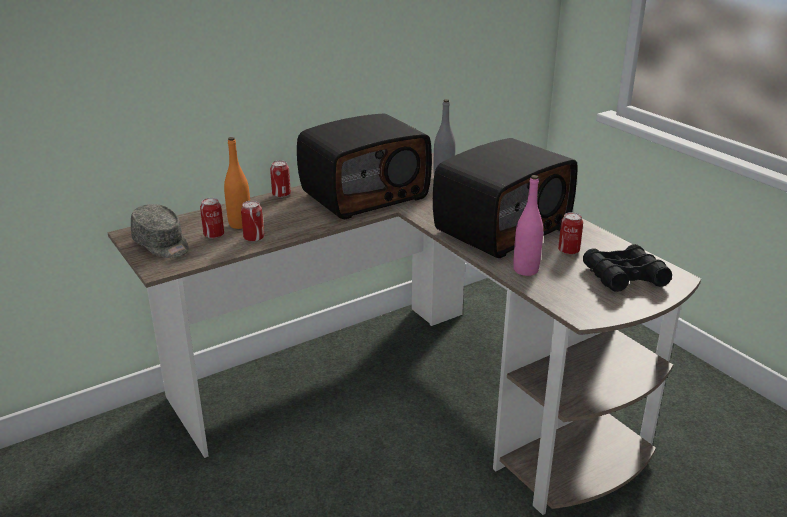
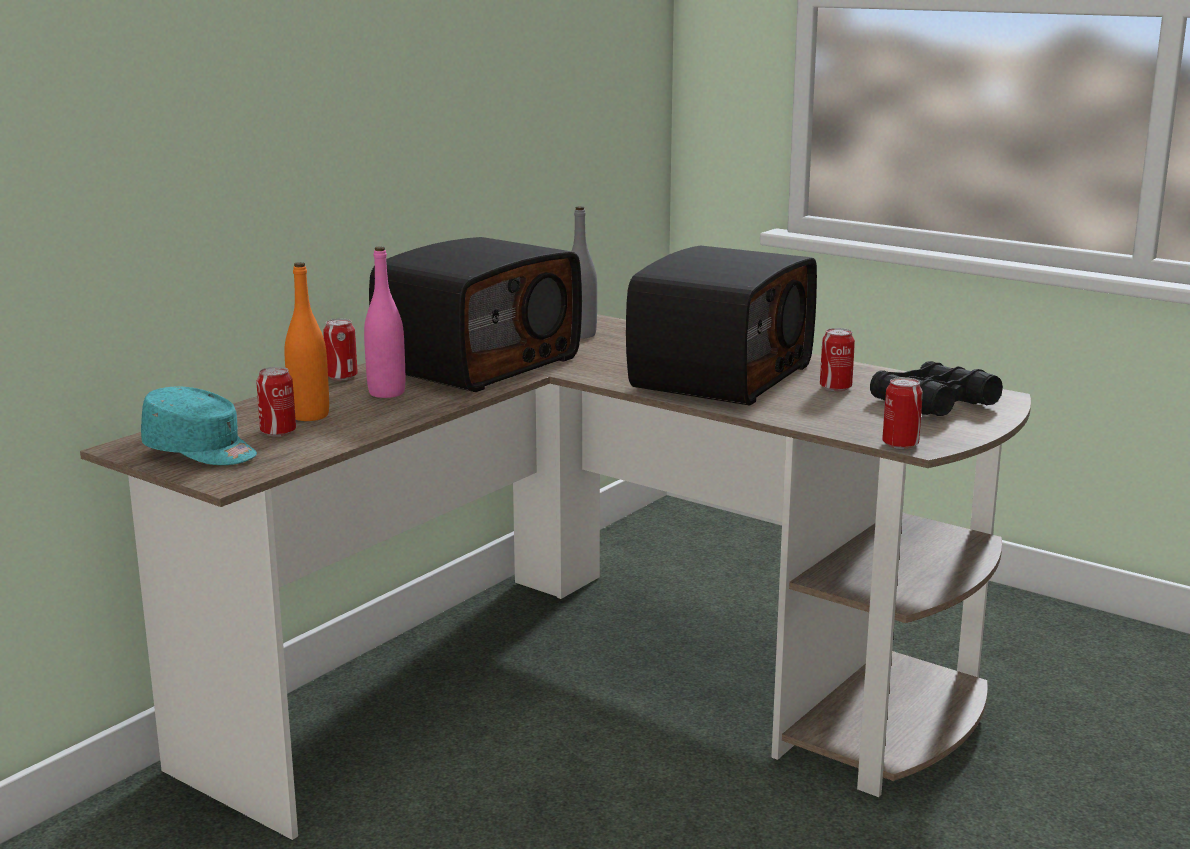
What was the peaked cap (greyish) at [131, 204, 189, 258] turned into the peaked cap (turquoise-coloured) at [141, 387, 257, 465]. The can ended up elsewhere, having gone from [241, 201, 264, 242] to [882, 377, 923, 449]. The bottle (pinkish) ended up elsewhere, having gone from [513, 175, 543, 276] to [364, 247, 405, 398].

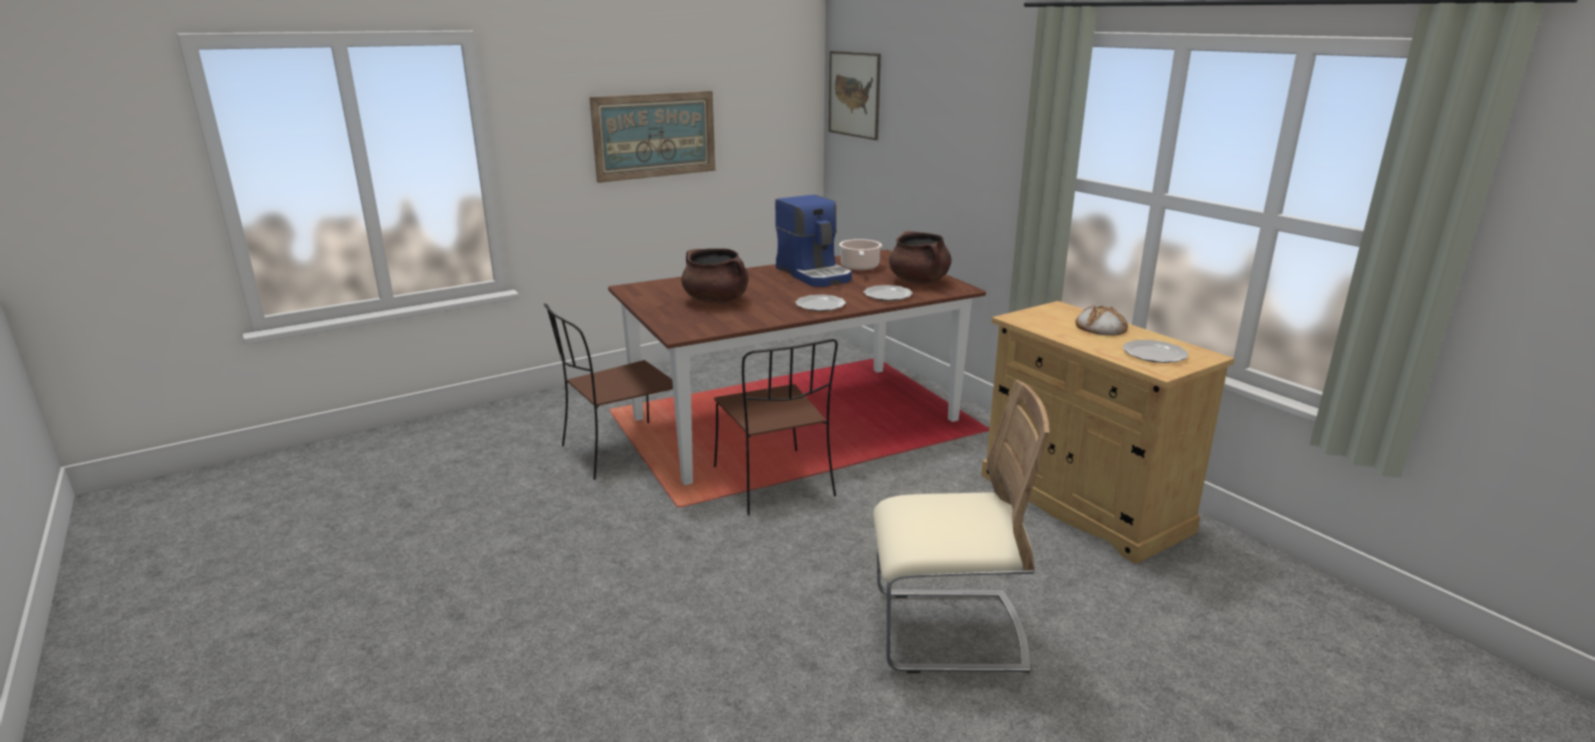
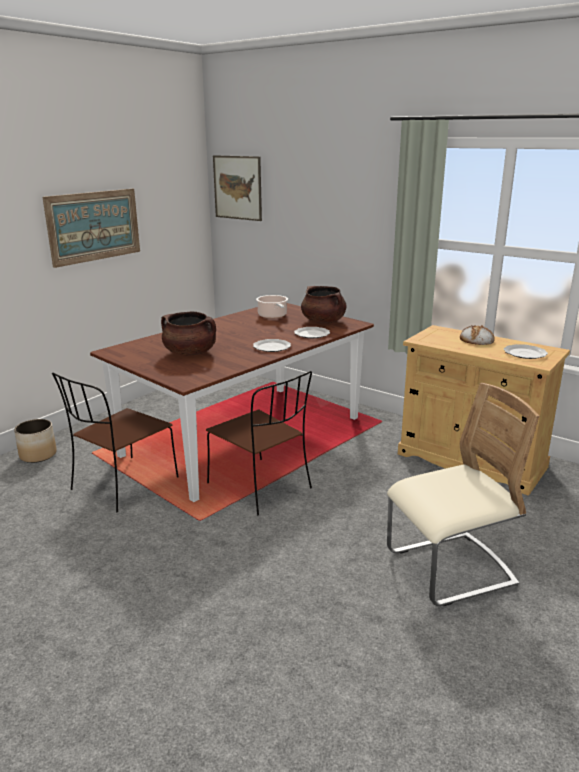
The second view lost the coffee brewer at [775, 195, 852, 287]. The second view gained the flower pot at [14, 419, 57, 463].

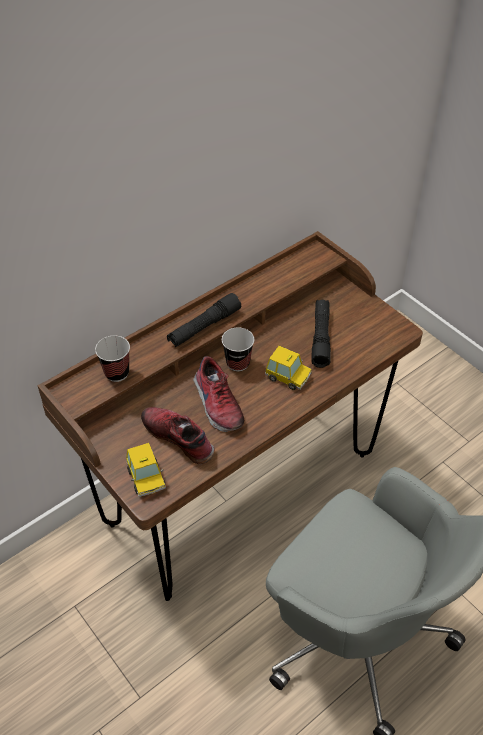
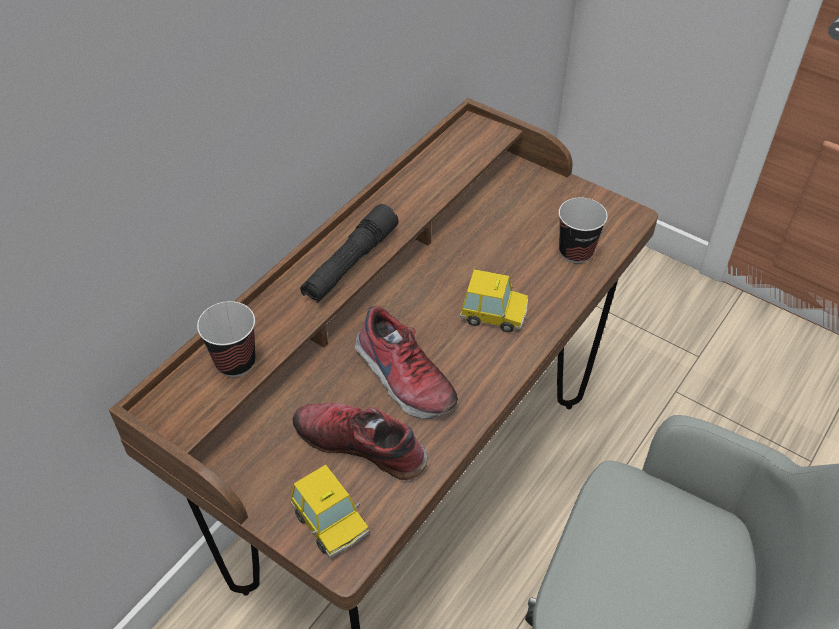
The drinking cup ended up elsewhere, having gone from [222, 327, 254, 372] to [559, 198, 608, 263]. The second view lost the torch (blackish) at [311, 300, 331, 368].

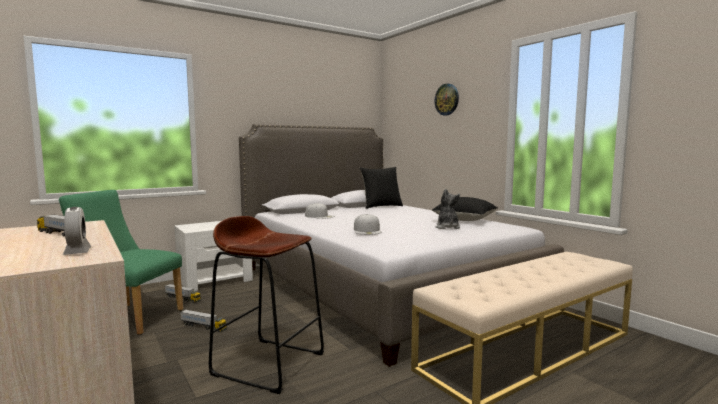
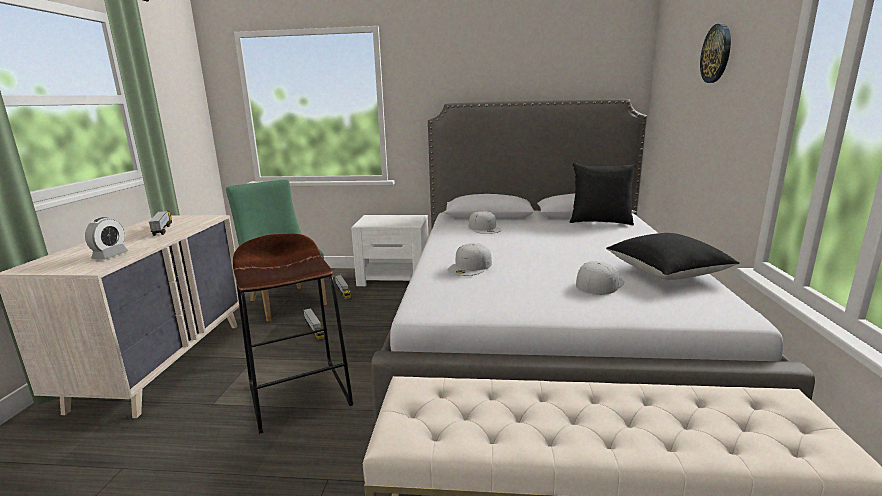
Where the cuddly toy stood at [436, 189, 460, 229], the peaked cap (whitish) came to stand at [576, 261, 624, 295].

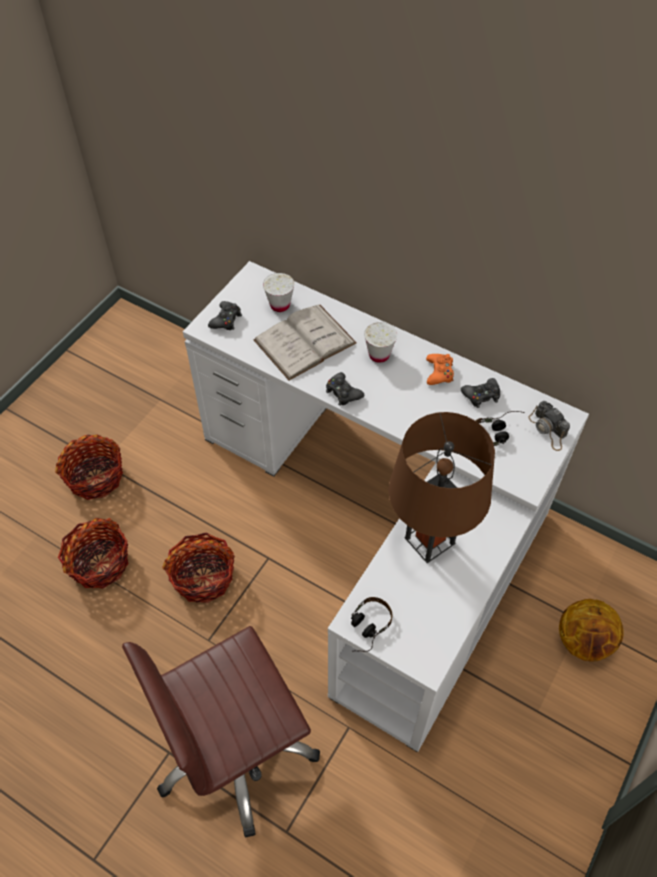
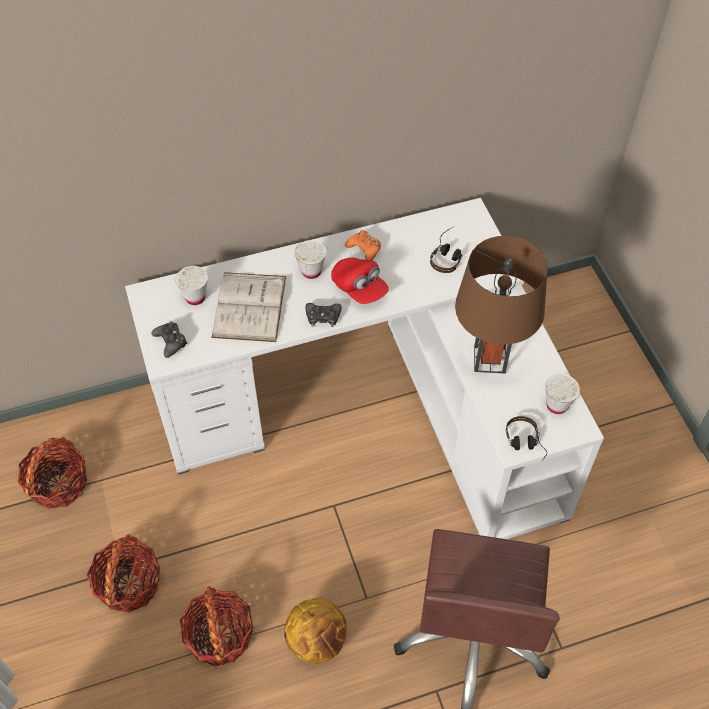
The storage basket ended up elsewhere, having gone from [162, 532, 235, 603] to [17, 437, 87, 509]. The second view lost the joypad (blackish) at [461, 378, 500, 408]. The second view lost the still camera at [528, 401, 570, 451]. The ball for basketball ended up elsewhere, having gone from [559, 599, 624, 662] to [284, 598, 347, 664]. The second view gained the peaked cap (red) at [331, 258, 389, 304]. The second view gained the drinking cup (whitish) at [545, 374, 580, 414].

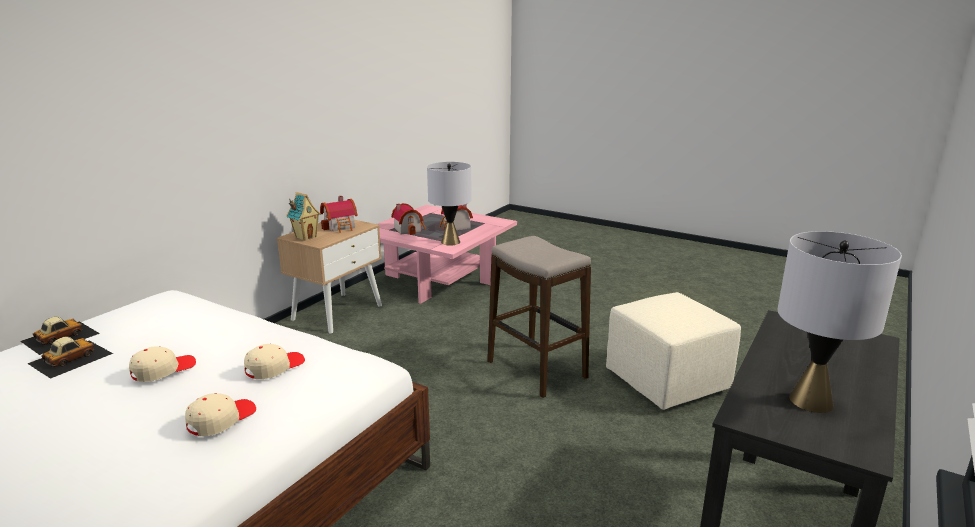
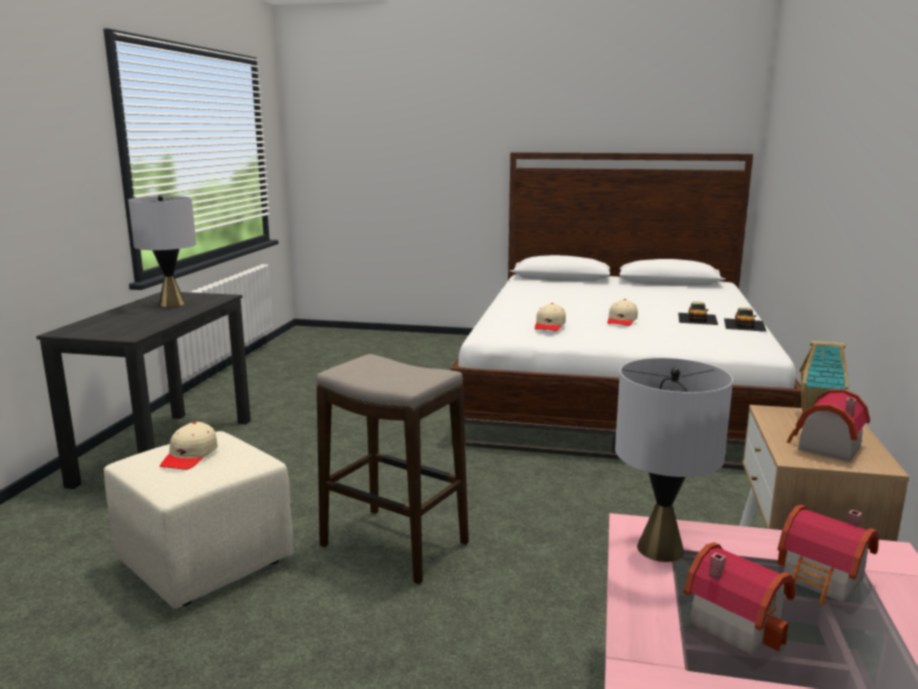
The peaked cap (beige-coloured) ended up elsewhere, having gone from [185, 393, 256, 436] to [160, 422, 218, 470].

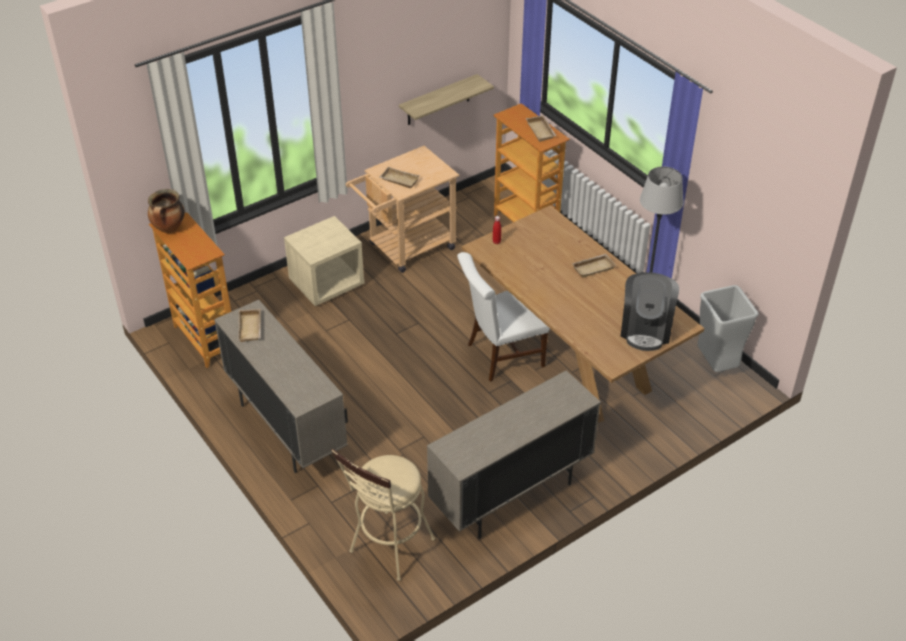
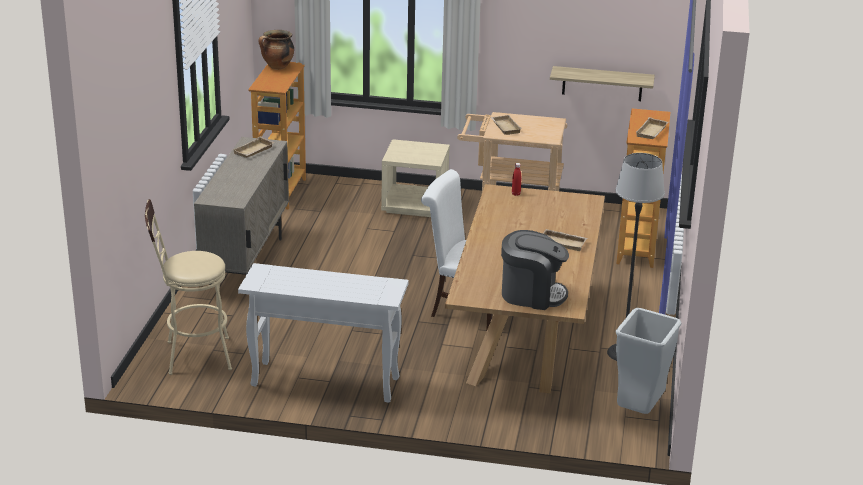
Where the storage cabinet (beige-coloured) stood at [427, 370, 601, 539], the narrow table (whitish) came to stand at [238, 263, 409, 403]. The coffee brewer at [620, 272, 679, 351] ended up facing another way, 135 degrees counterclockwise from before.

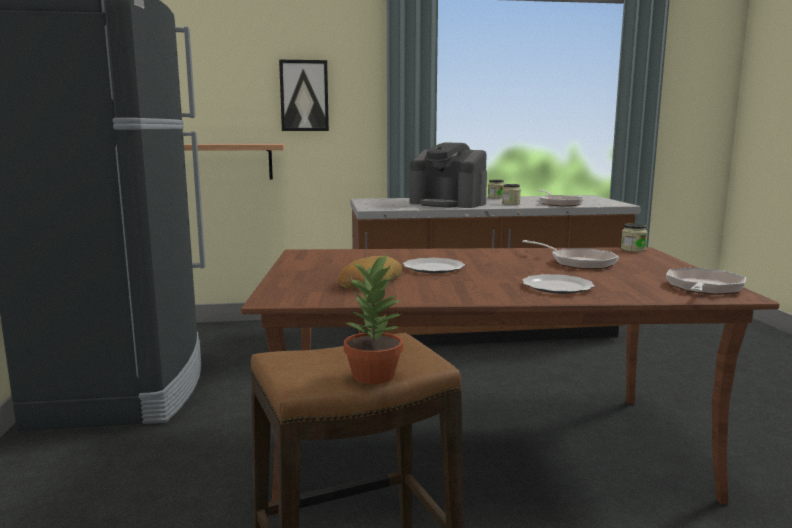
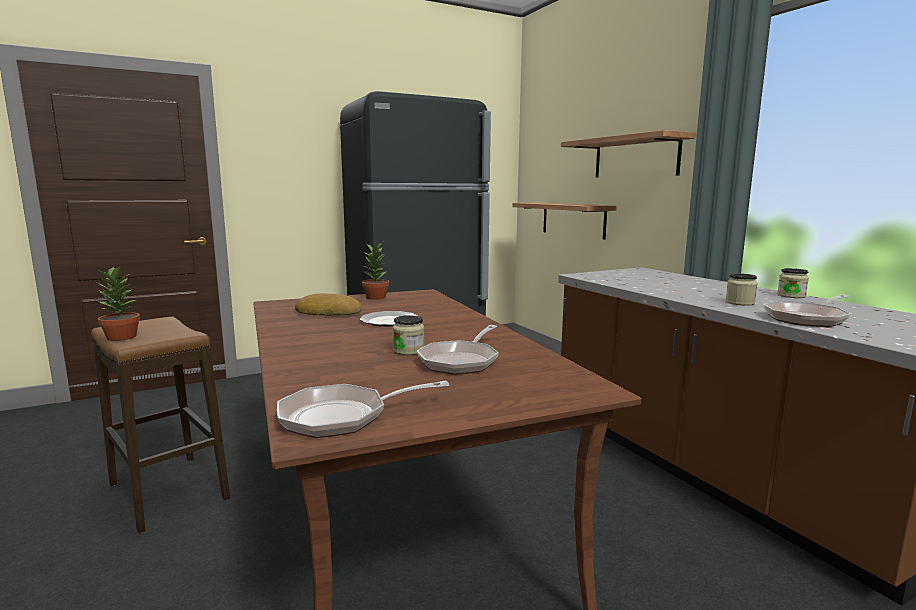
Where the wall art hung at [279, 60, 329, 131], the bracket shelf came to hang at [561, 130, 696, 177]. The second view lost the coffee brewer at [409, 142, 487, 208]. The second view lost the flat dish at [522, 274, 594, 294]. The storage jar ended up elsewhere, having gone from [621, 223, 648, 252] to [393, 315, 424, 355]. The skillet at [666, 268, 746, 295] ended up facing another way, 150 degrees clockwise from before. The second view gained the potted plant at [362, 242, 389, 300].

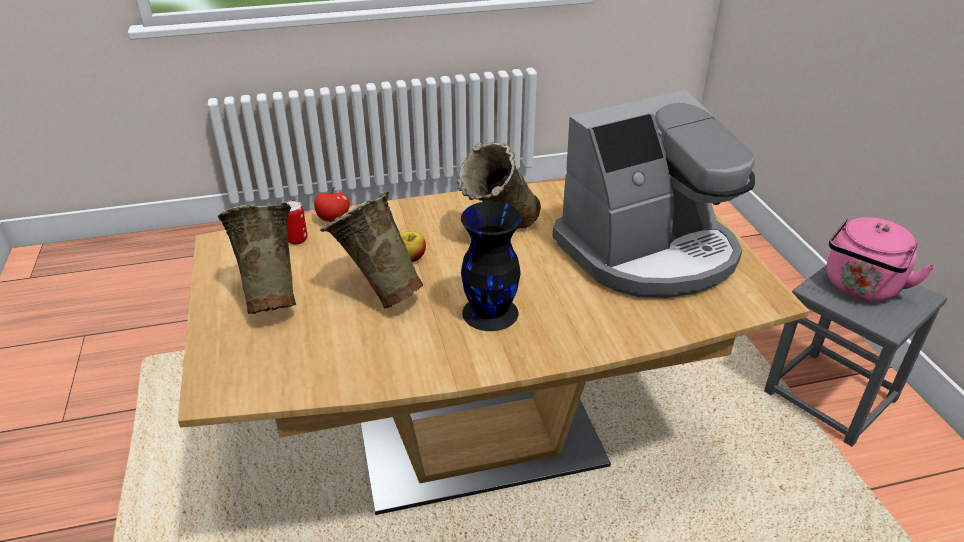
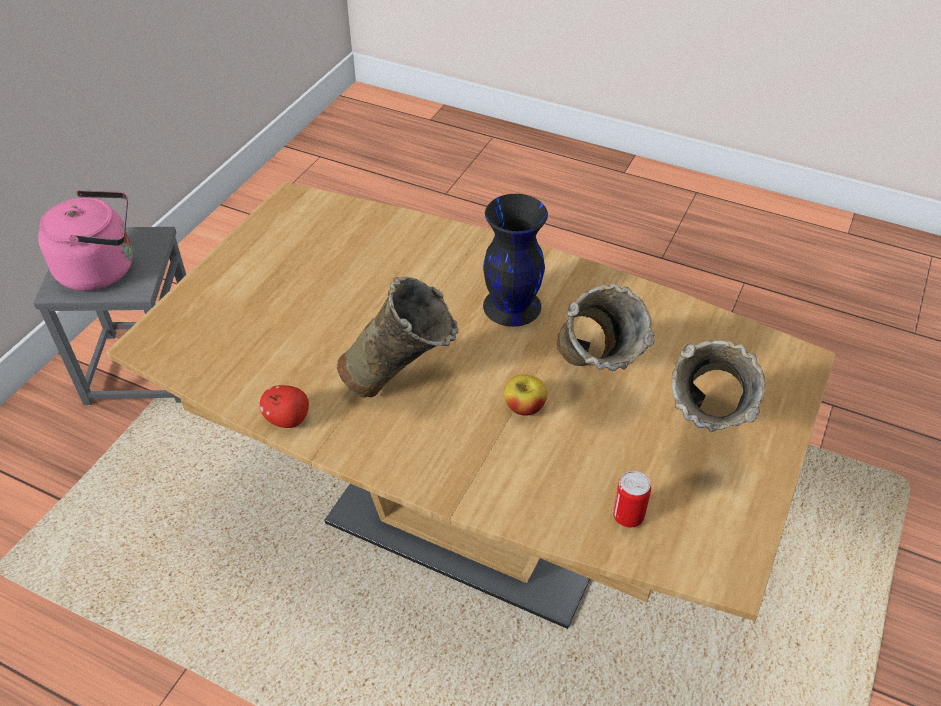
The whole apple ended up elsewhere, having gone from [314, 187, 350, 222] to [260, 385, 309, 428]. The second view lost the coffee brewer at [552, 90, 755, 298].

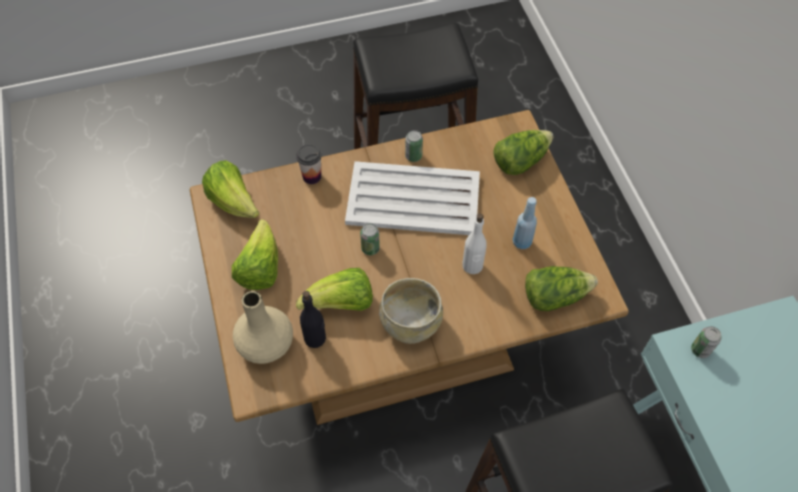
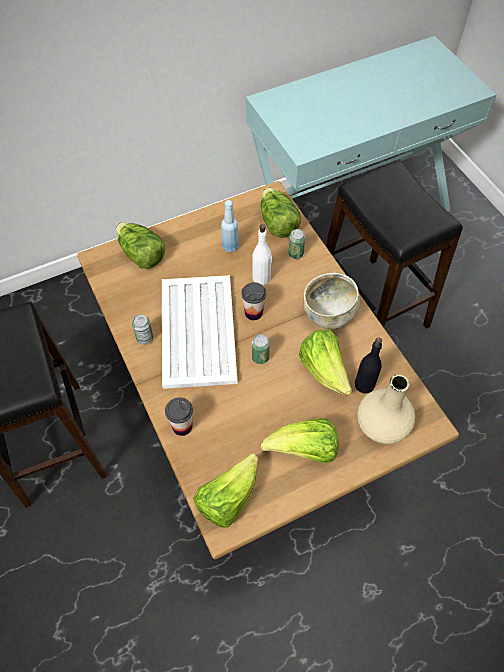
The can ended up elsewhere, having gone from [691, 326, 722, 358] to [288, 229, 306, 259]. The second view gained the drinking cup at [241, 282, 266, 320].

